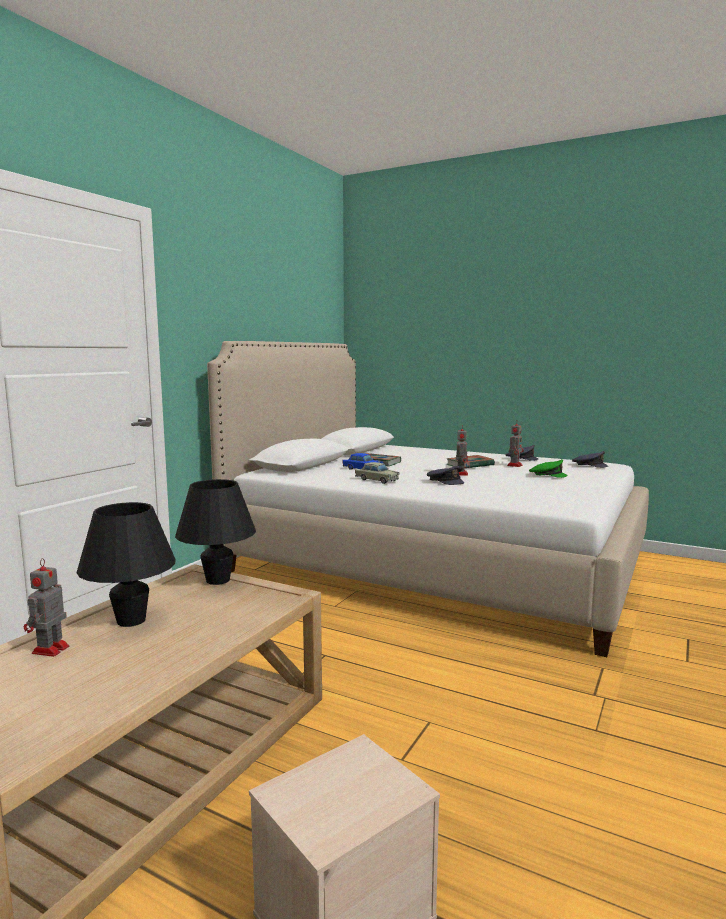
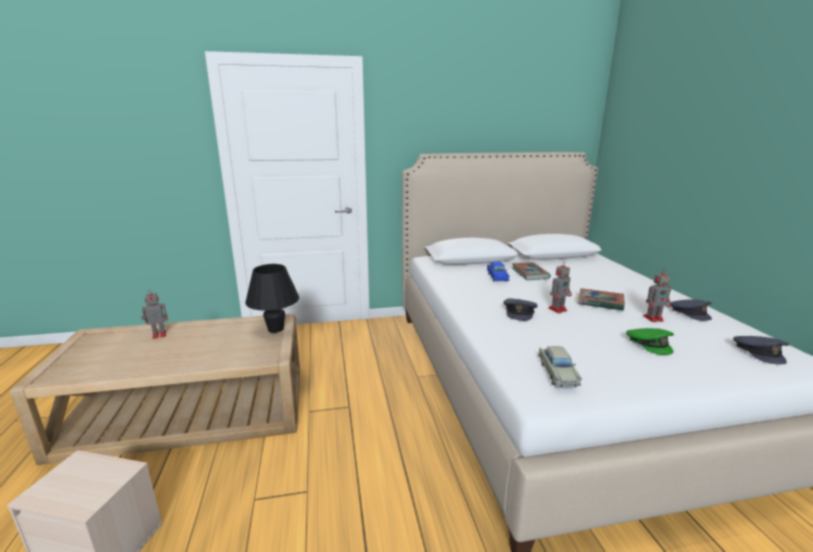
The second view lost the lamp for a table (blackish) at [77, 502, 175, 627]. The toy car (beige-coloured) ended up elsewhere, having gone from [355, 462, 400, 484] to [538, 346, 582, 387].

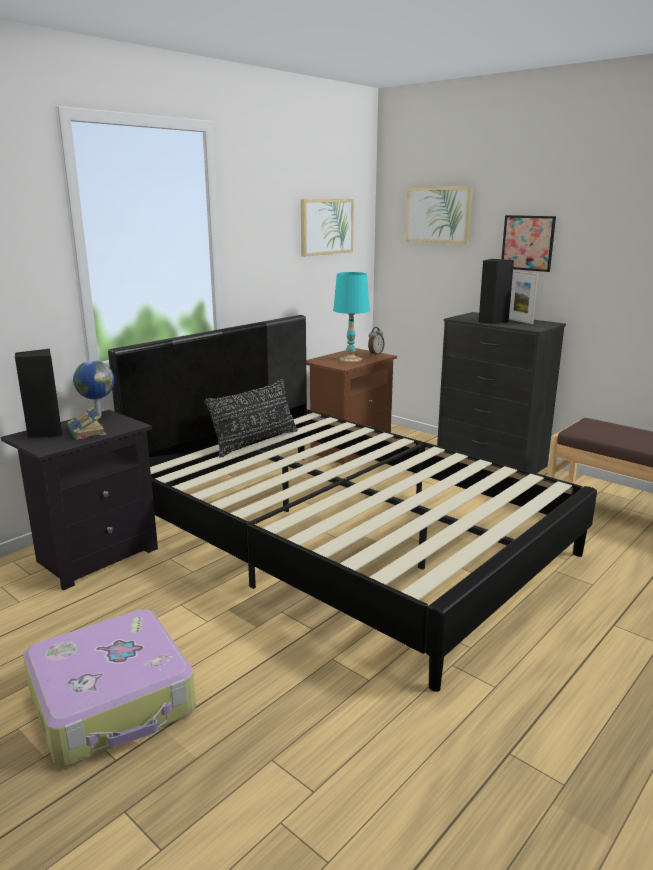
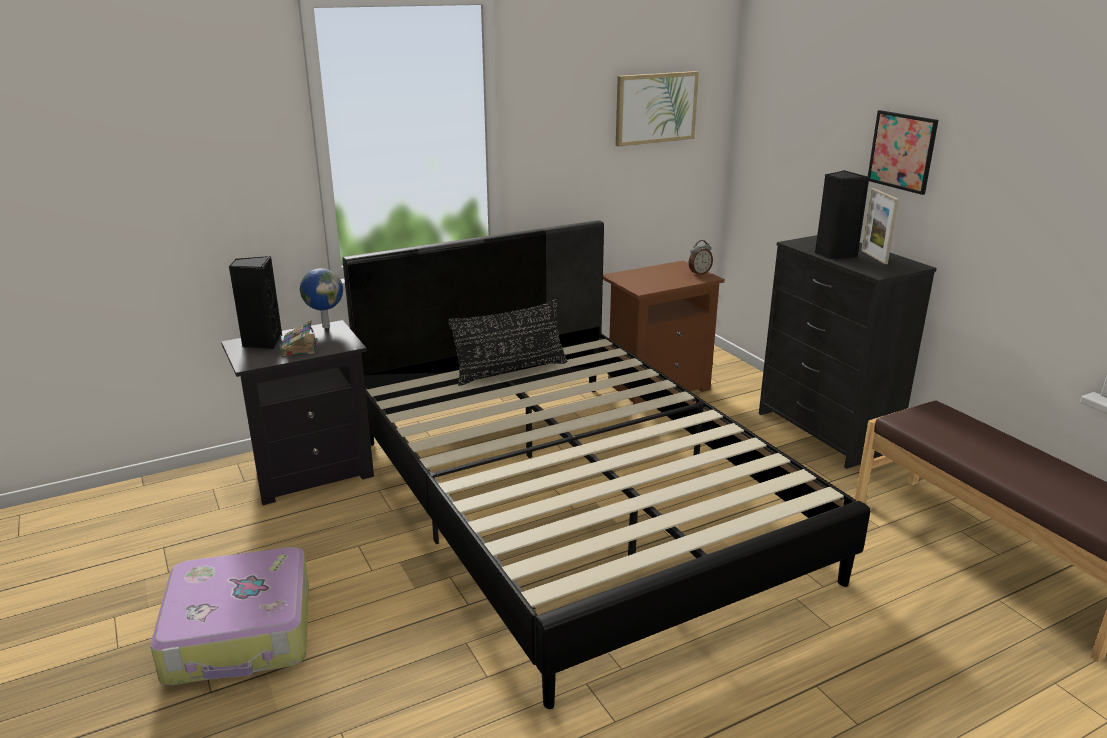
The second view lost the lamp for a table (turquoise-coloured) at [333, 272, 370, 362]. The second view lost the wall art at [405, 187, 473, 244].

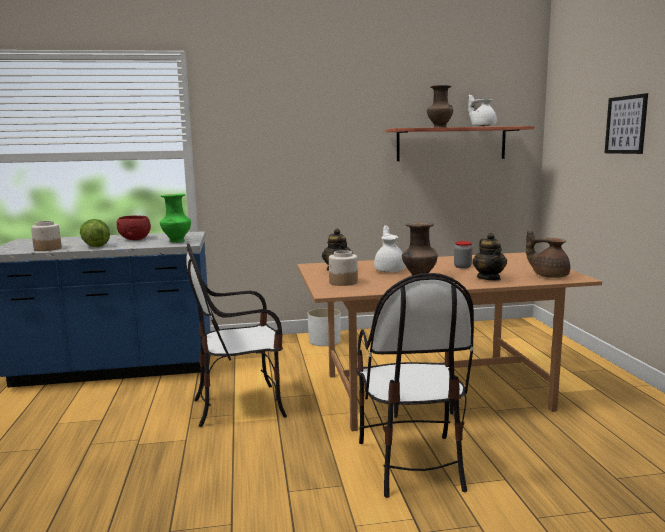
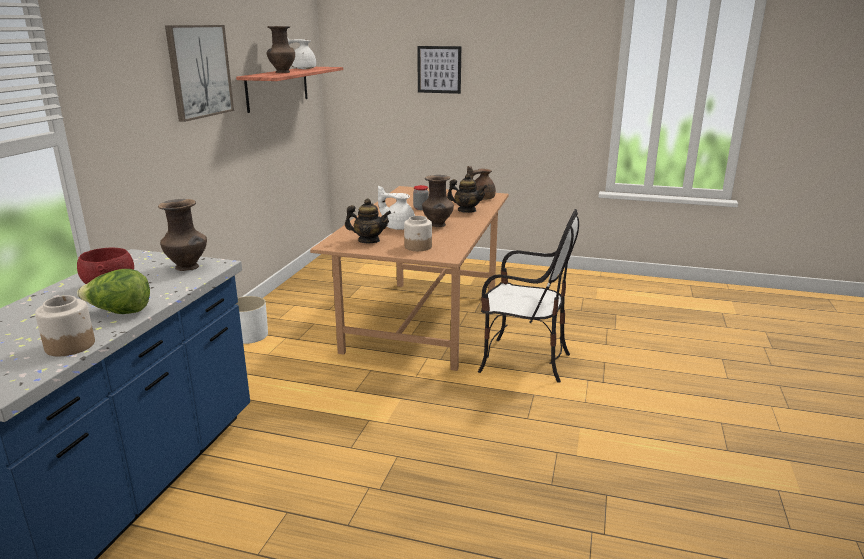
What was the decorative vase (greenish) at [160, 194, 191, 243] turned into the decorative vase (brownish) at [158, 199, 207, 271]. The second view lost the chair at [186, 243, 287, 427]. The second view gained the wall art at [165, 25, 234, 122].

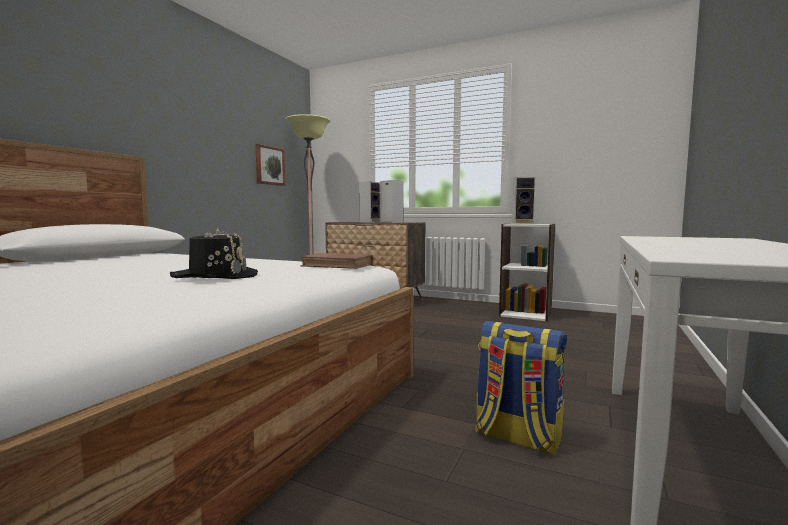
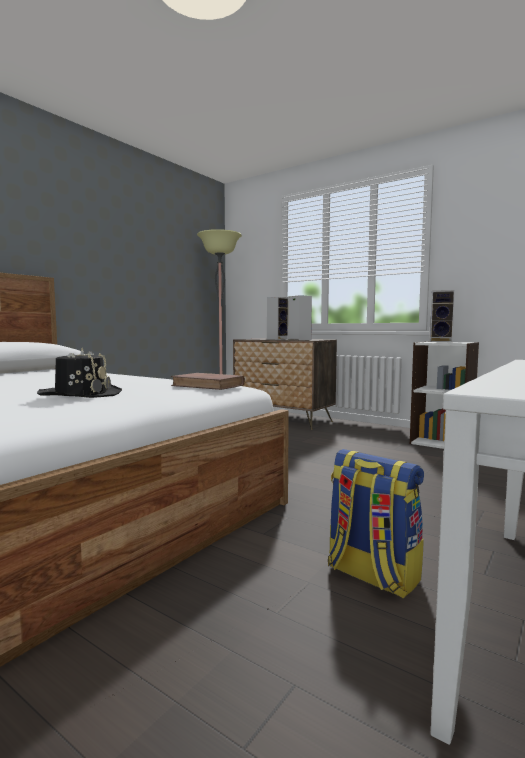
The second view lost the wall art at [255, 144, 285, 186].

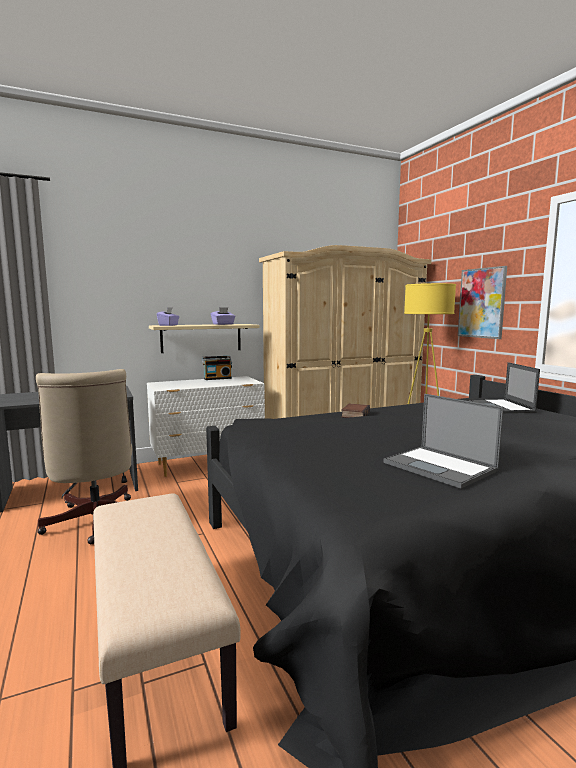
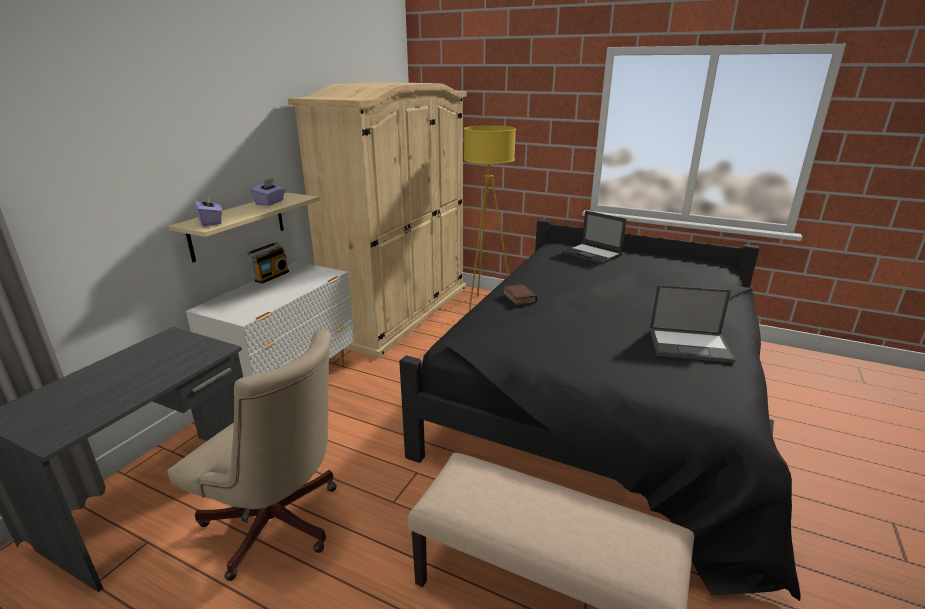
The second view lost the wall art at [458, 266, 507, 339].

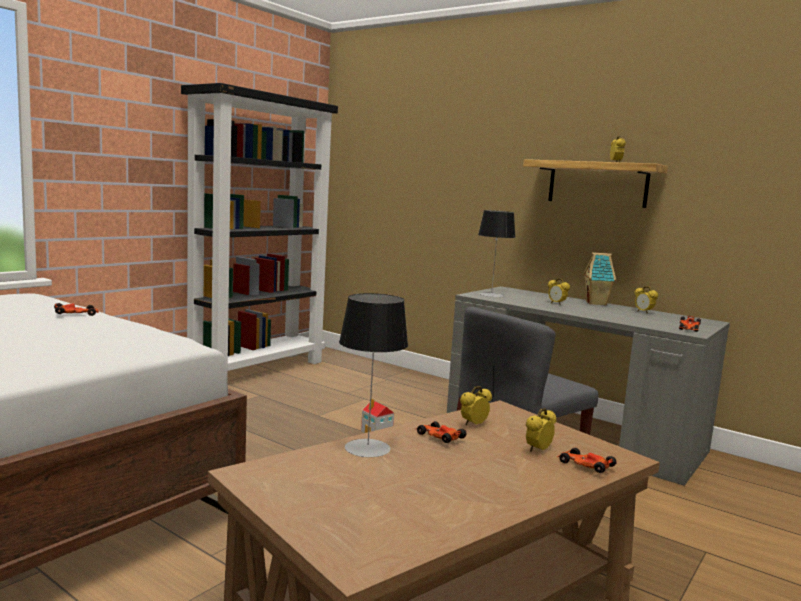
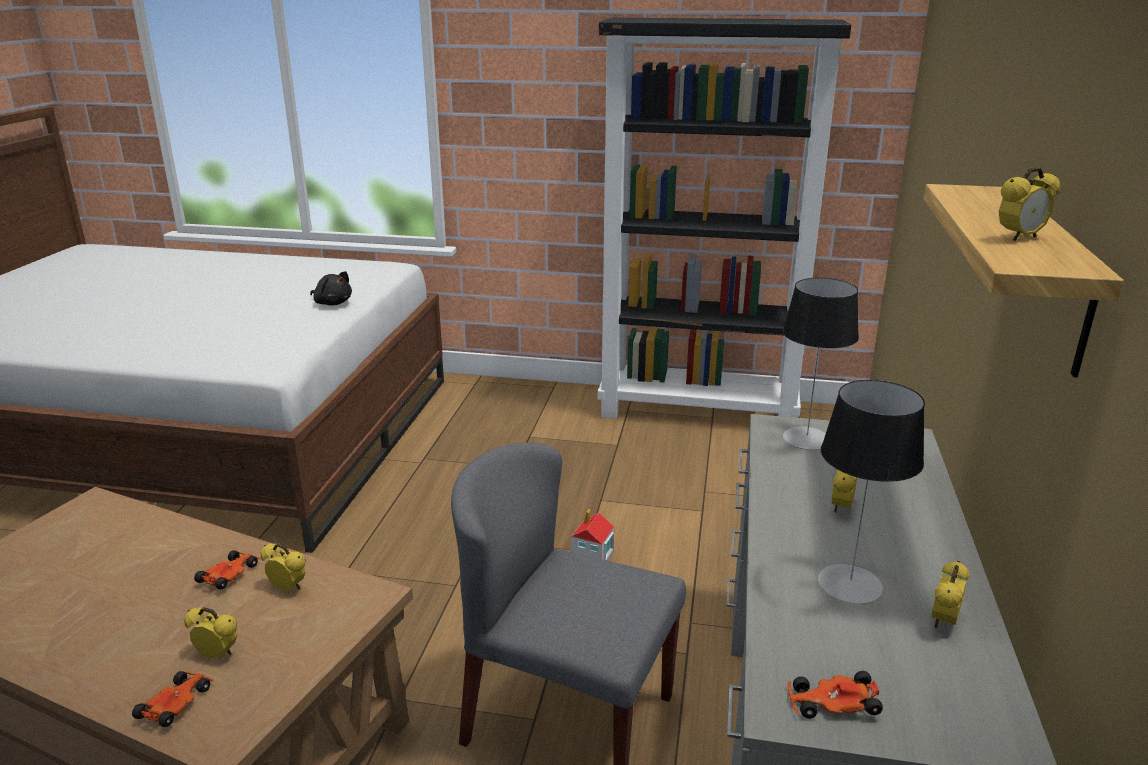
Where the toy car stood at [54, 303, 99, 316], the cuddly toy (blackish) came to stand at [310, 271, 352, 305]. The lamp for a table ended up elsewhere, having gone from [339, 293, 408, 457] to [818, 380, 925, 604]. The second view lost the model house at [583, 252, 616, 305].

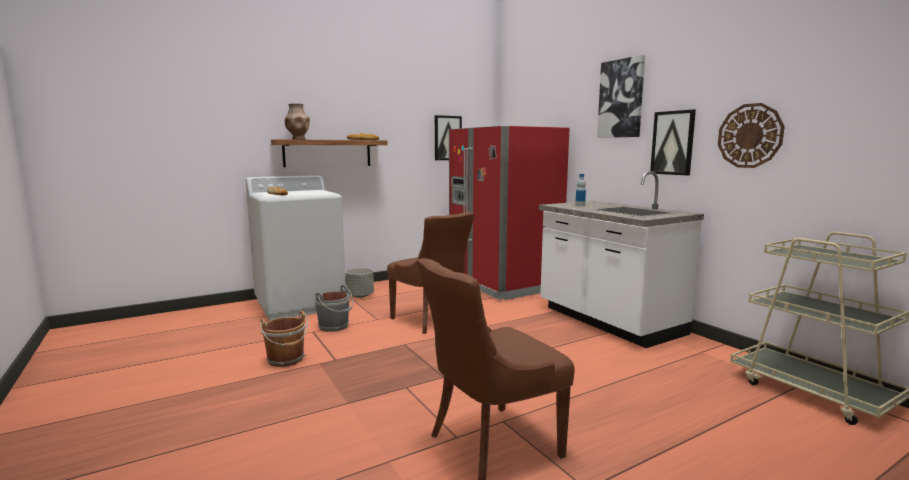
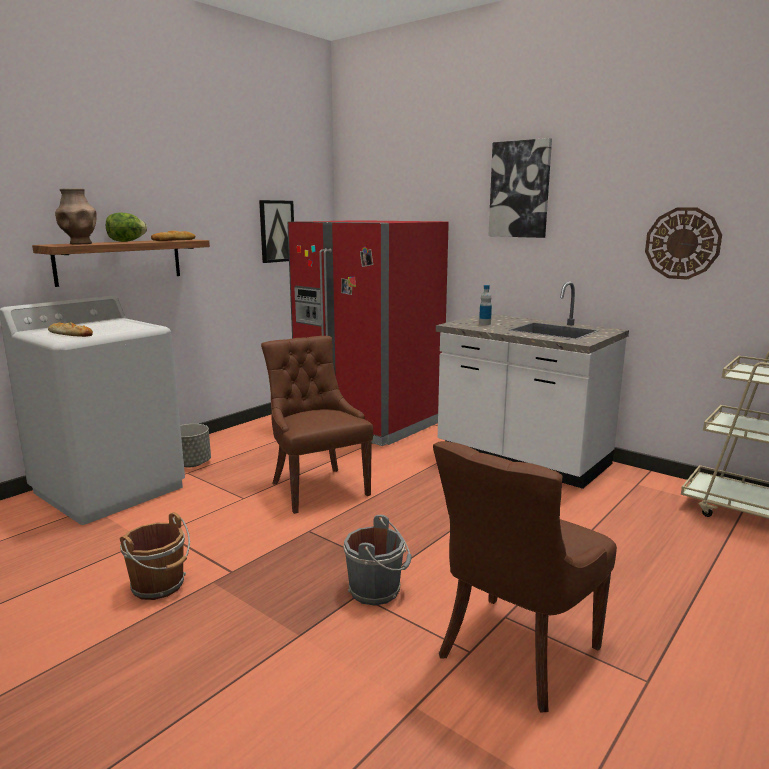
The pail (greyish) ended up elsewhere, having gone from [314, 285, 353, 332] to [344, 515, 411, 606]. The chair (brownish) at [387, 213, 475, 334] ended up facing another way, 150 degrees counterclockwise from before. The second view lost the wall art at [650, 109, 696, 175]. The second view gained the head of lettuce at [106, 213, 147, 242].

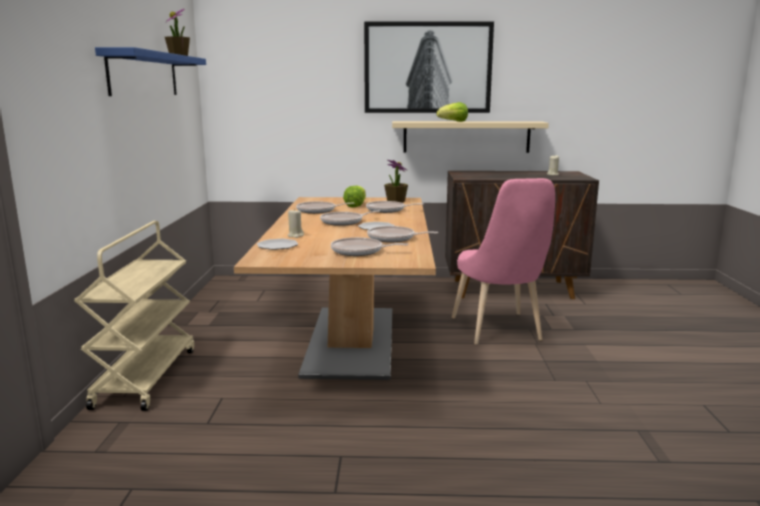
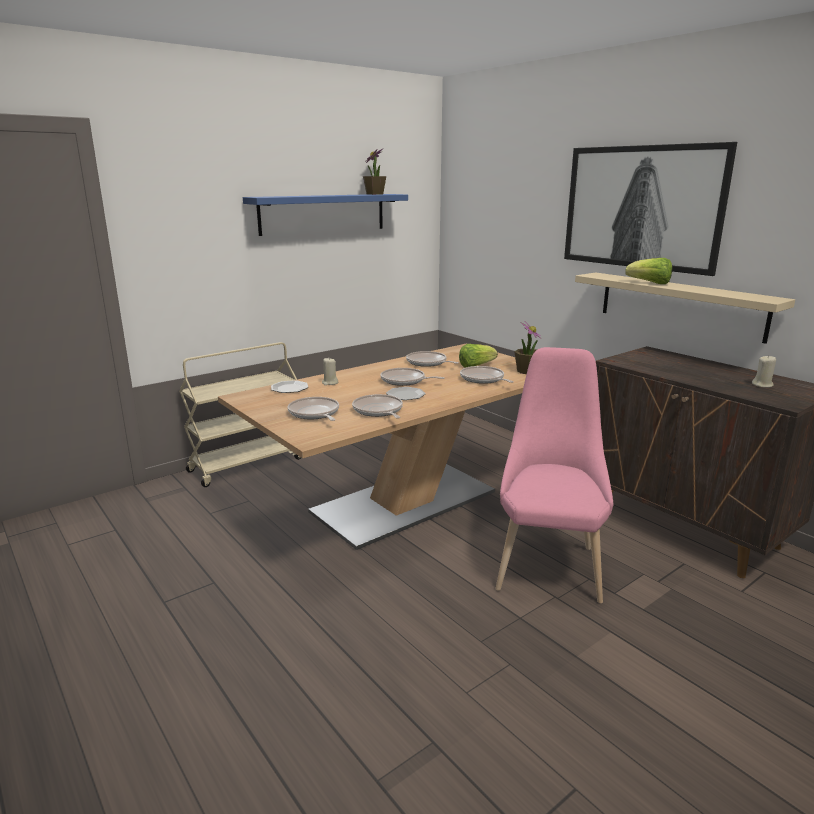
The chair (pinkish) at [452, 178, 555, 345] ended up facing another way, 150 degrees clockwise from before.

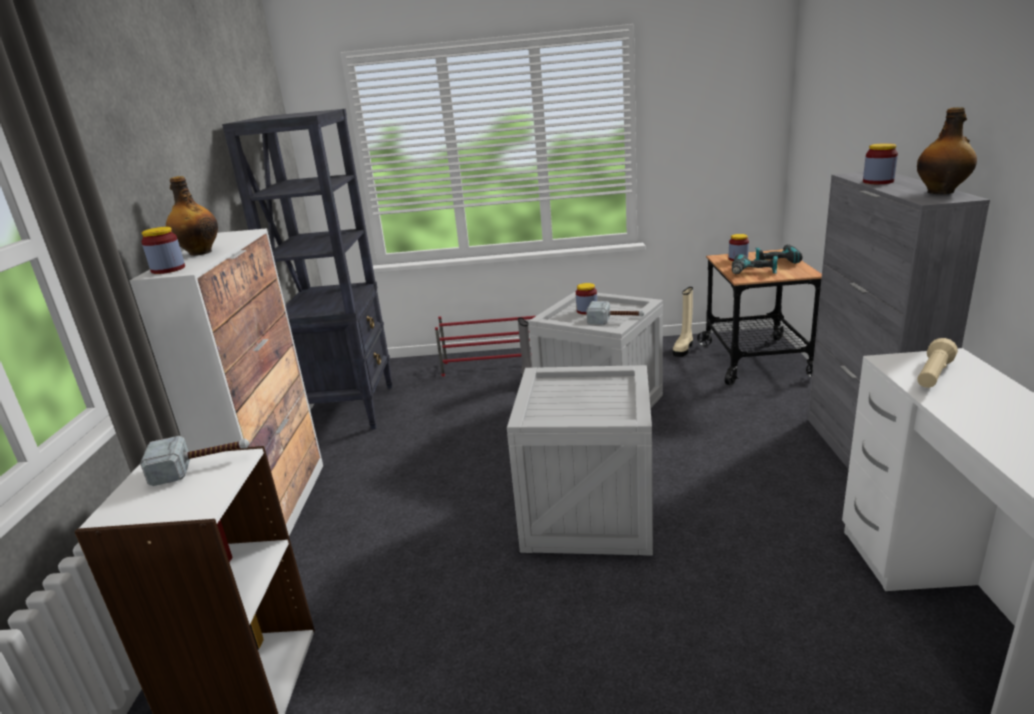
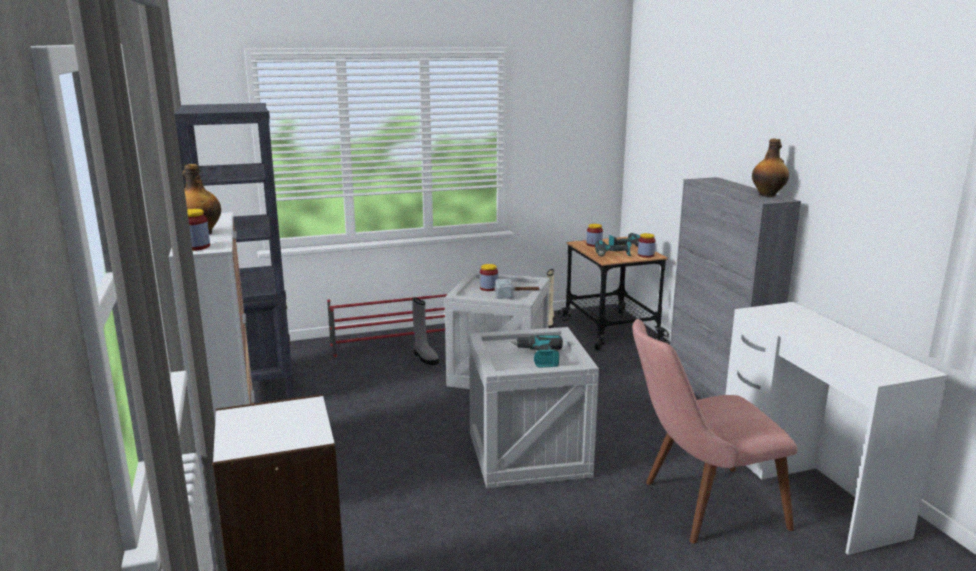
The second view lost the hand hammer at [140, 436, 249, 486]. The storage jar ended up elsewhere, having gone from [863, 143, 898, 184] to [638, 233, 656, 258]. The second view lost the torch (beige-coloured) at [917, 338, 958, 388]. The second view gained the drill at [511, 335, 563, 368]. The second view gained the chair (pinkish) at [633, 319, 797, 544].

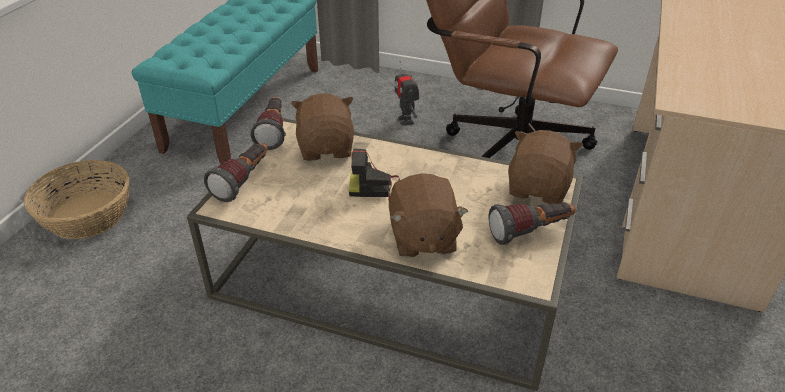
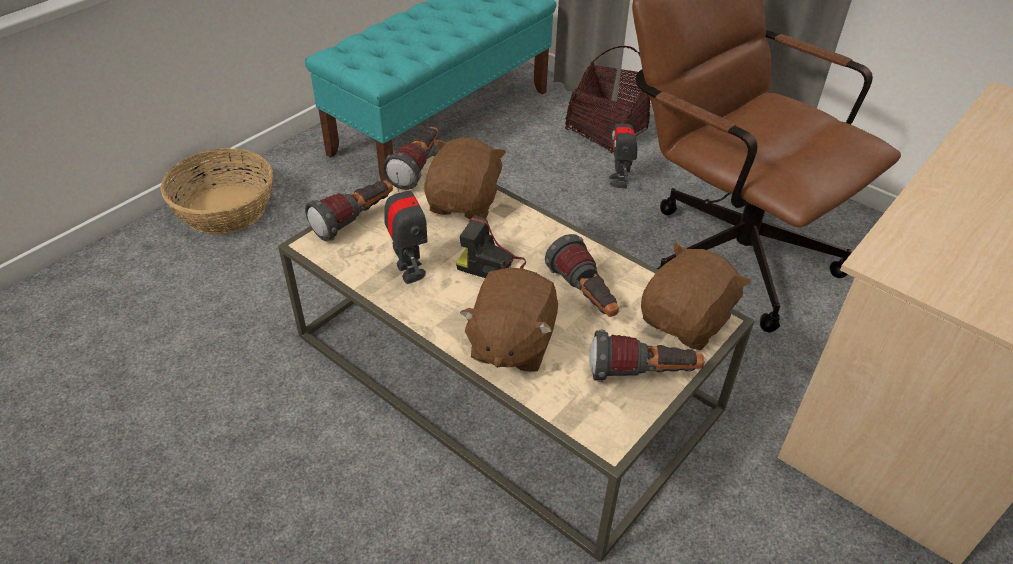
The second view gained the toy robot at [384, 172, 428, 284]. The second view gained the torch at [545, 234, 619, 317]. The second view gained the storage basket at [565, 46, 650, 153].

